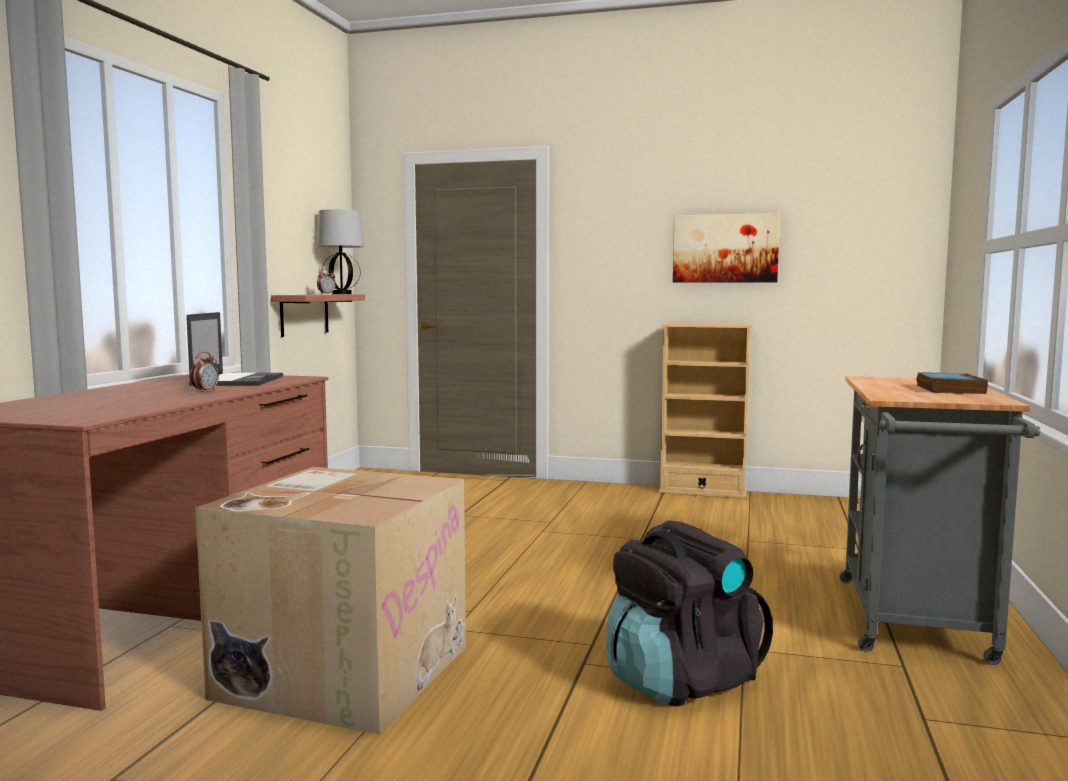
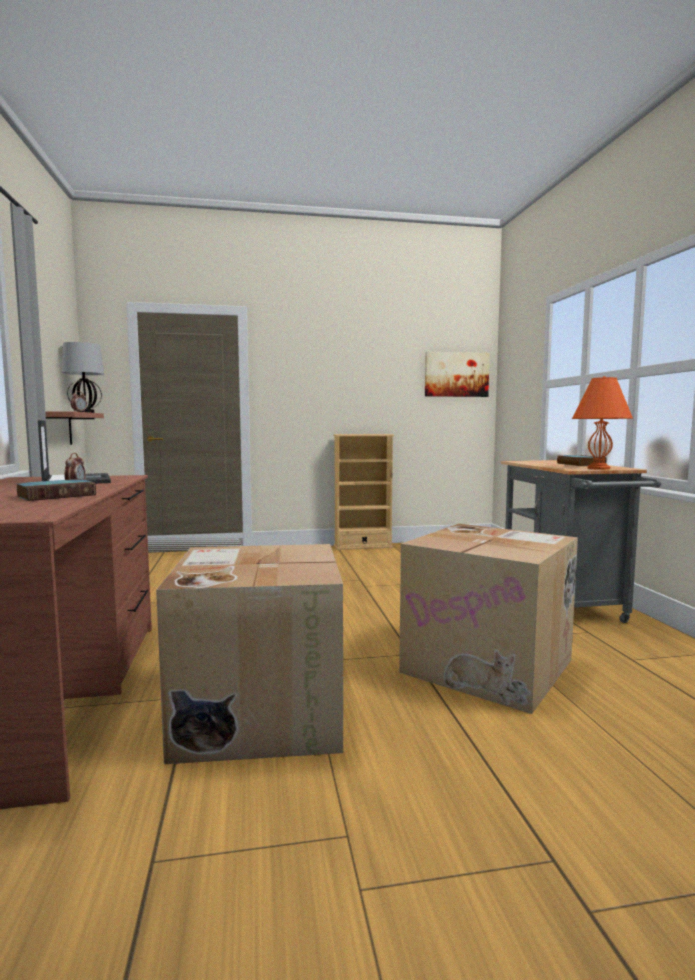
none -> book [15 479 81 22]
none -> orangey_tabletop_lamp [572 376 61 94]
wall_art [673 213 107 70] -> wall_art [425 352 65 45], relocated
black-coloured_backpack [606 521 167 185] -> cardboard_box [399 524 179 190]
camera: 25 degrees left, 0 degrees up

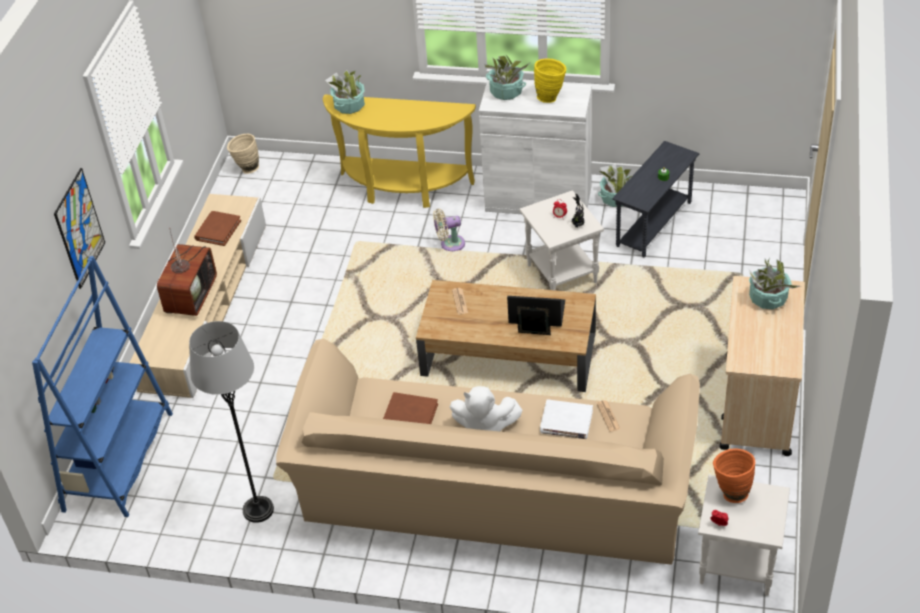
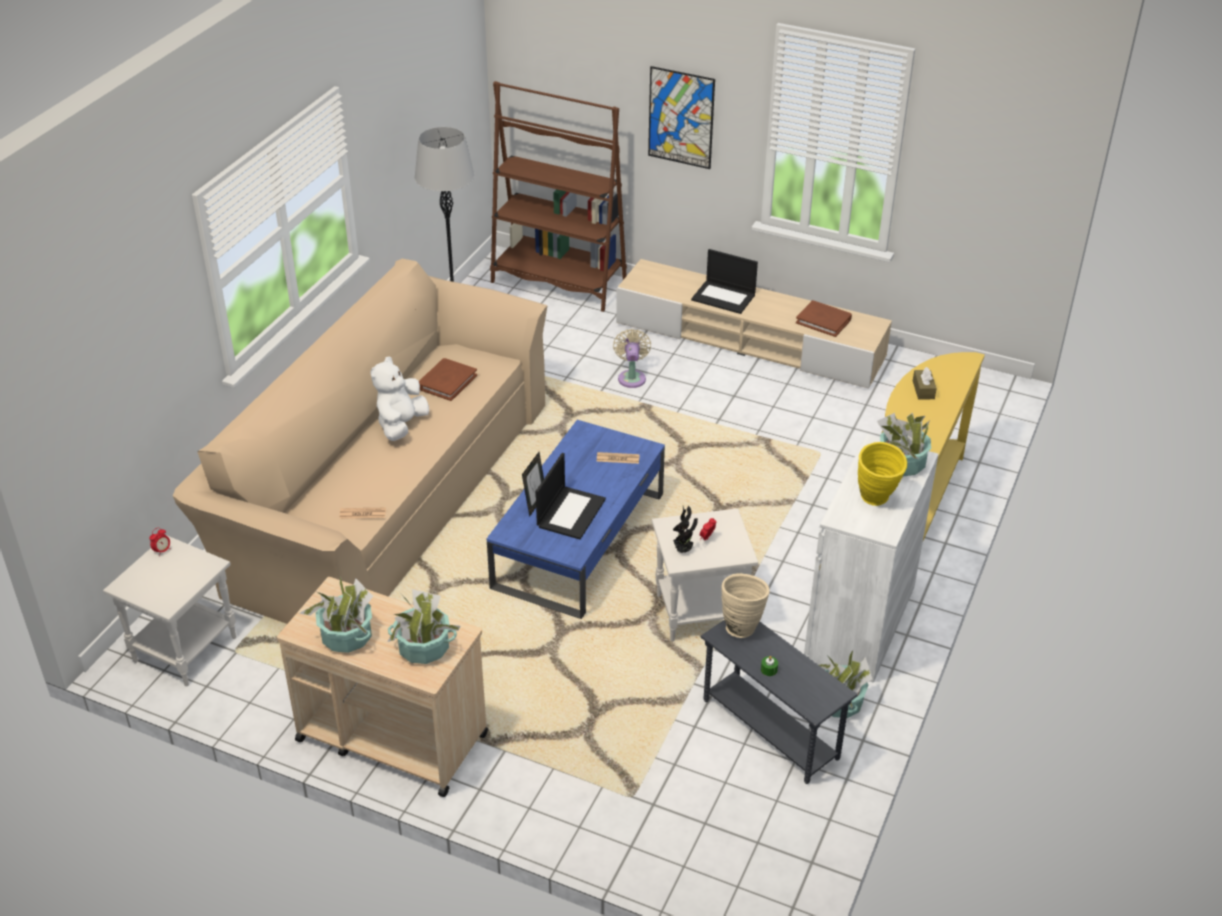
white_book [540 399 53 40] -> none
orangey_vase [713 448 42 55] -> none
none -> brown-coloured_tissue_box [913 367 24 33]
sand-coloured_vase [227 134 32 40] -> sand-coloured_vase [721 574 49 64], relocated
plant_in_a_pot [325 70 40 44] -> plant_in_a_pot [299 576 74 77], relocated
sand-coloured_cooling_fan [433 209 32 42] -> sand-coloured_cooling_fan [613 329 38 59], relocated
TV [157 228 60 88] -> laptop [691 249 67 65]
bluish_shelving_unit [32 256 141 261] -> brown-coloured_shelving_unit [490 81 137 231]
brown-coloured_coffee_table [416 280 180 112] -> bluish_coffee_table [487 420 178 199]
camera: 100 degrees right, 5 degrees down

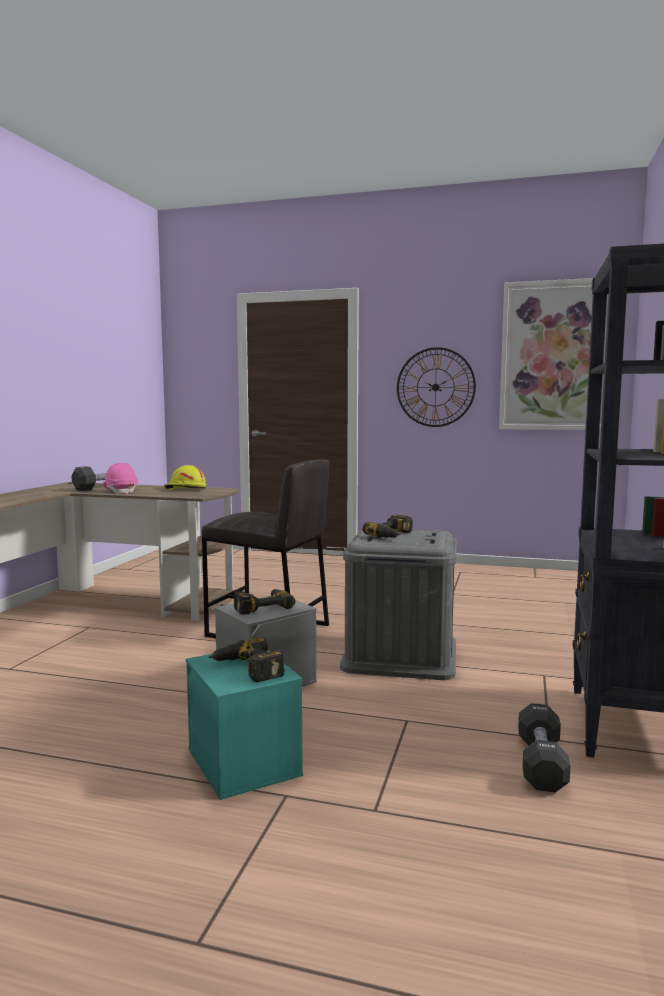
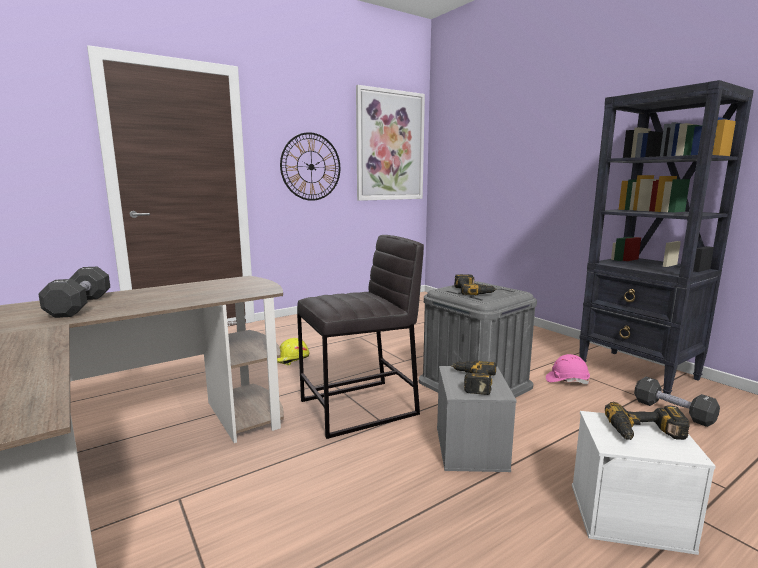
pinkish_hard_hat [103 463 35 31] -> pinkish_hard_hat [546 354 44 31], relocated
yellow_hard_hat [164 465 42 26] -> yellow_hard_hat [277 338 33 27], relocated
turquoise-coloured_storage_box [186 650 117 150] -> white_storage_box [572 411 144 144]
camera: 50 degrees left, 5 degrees up

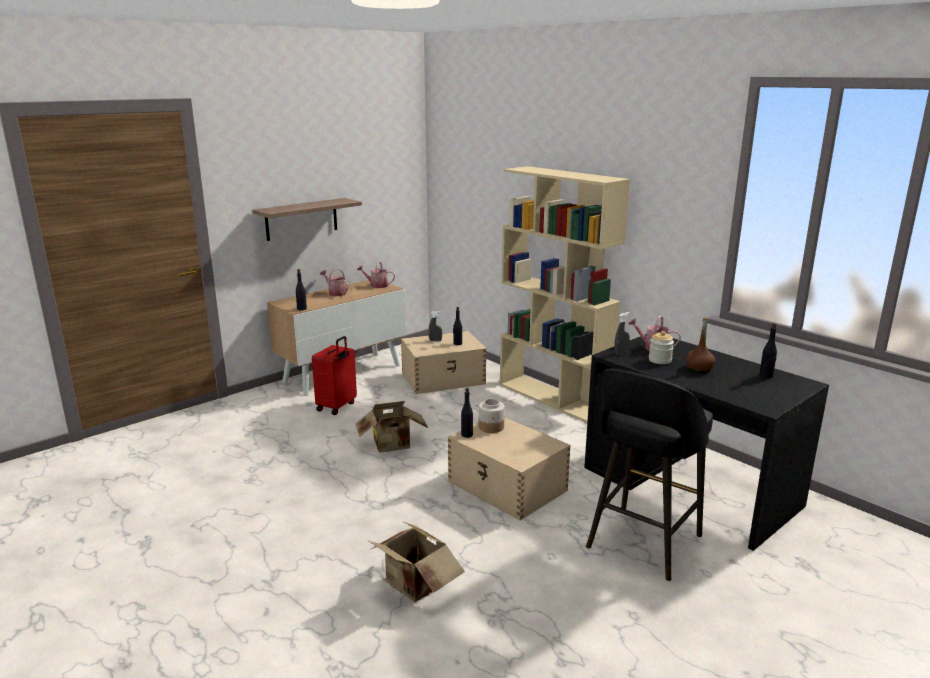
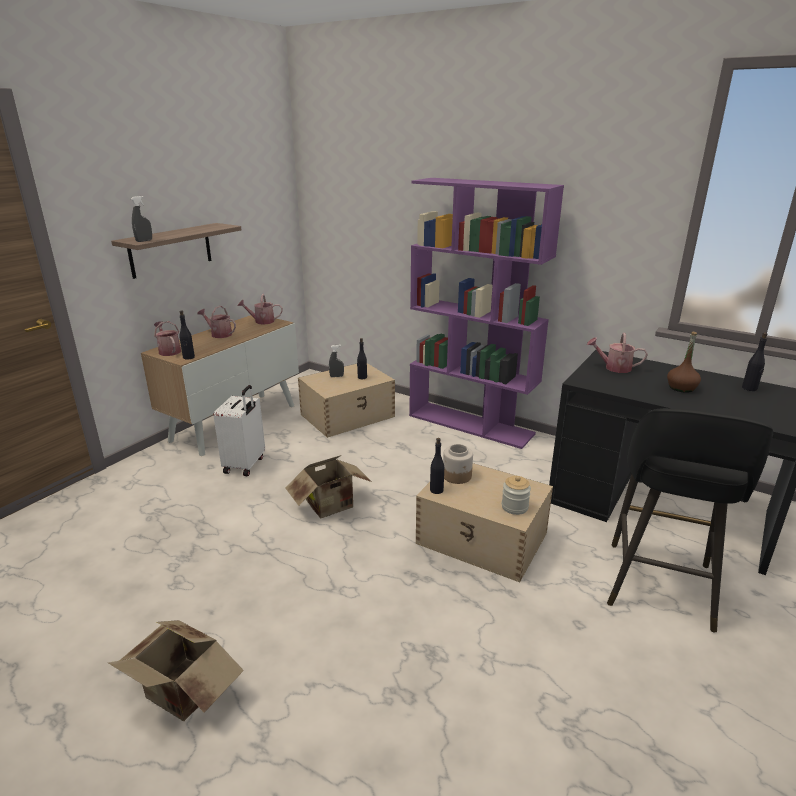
none -> sprinkling_can [154 321 27 35]
cardboard_box [369 521 96 82] -> cardboard_box [108 620 136 101], relocated
grey_spray_bottle [614 312 16 43] -> grey_spray_bottle [131 196 21 46], relocated
jar [649 331 25 33] -> jar [502 476 29 39], relocated
red_suitcase [312 336 45 79] -> white_suitcase [213 385 52 91]
sand-coloured_shelving_unit [500 166 130 257] -> purple_shelving_unit [409 178 155 271]
camera: 15 degrees left, 5 degrees up

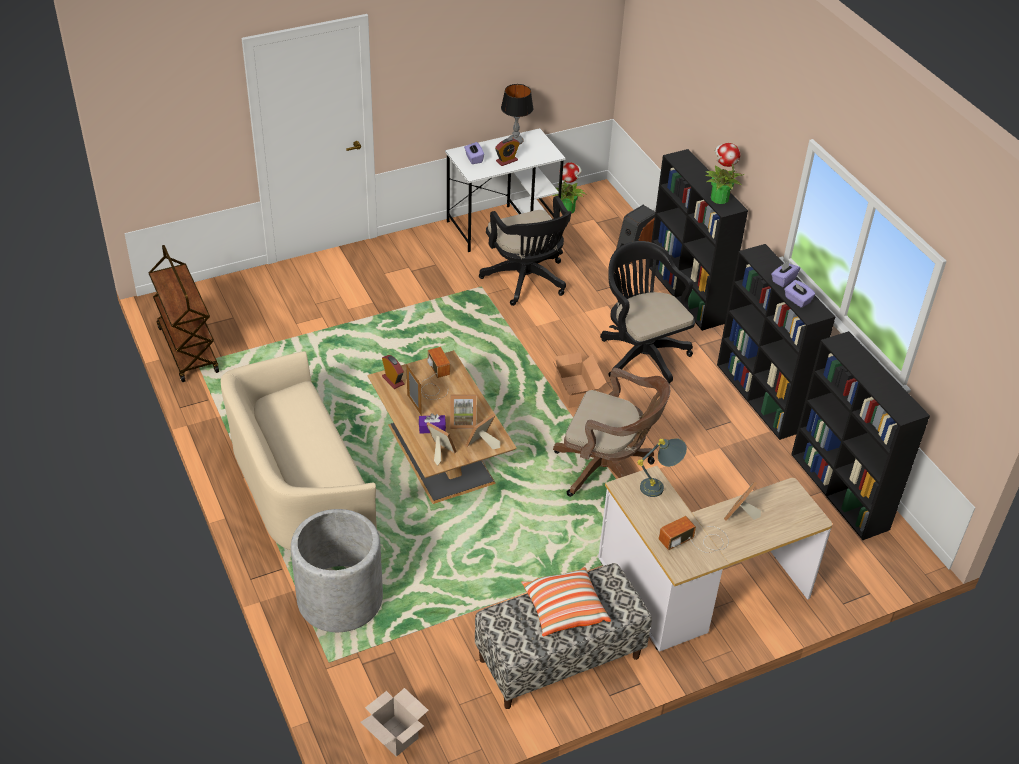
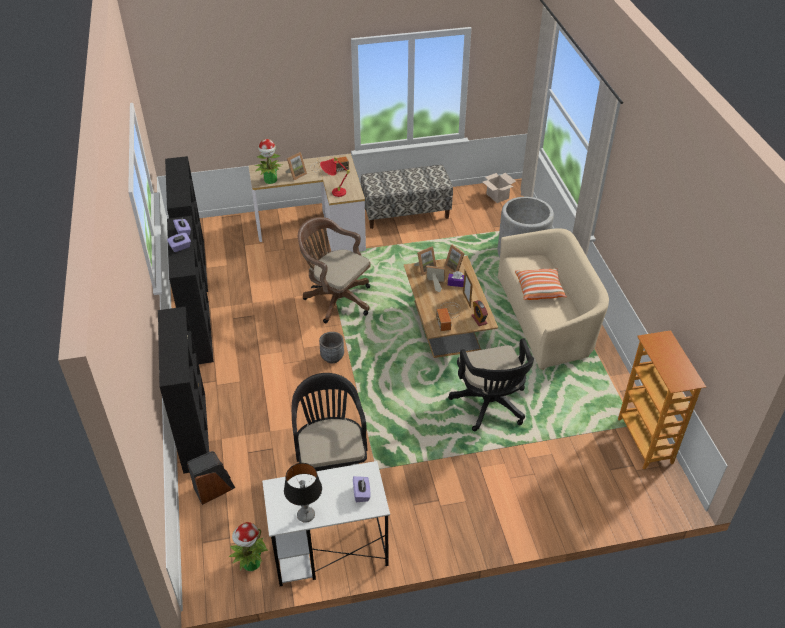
table_clock [495 138 25 28] -> none
cushion [521 567 90 70] -> cushion [515 269 52 31], relocated
black-coloured_computer_chair [600 241 95 143] -> black-coloured_computer_chair [448 338 86 93], relocated
plant_in_a_pot [705 143 39 61] -> plant_in_a_pot [255 139 27 45], relocated
brown-coloured_wheeled_cart [148 245 71 137] -> shelving_unit [618 330 88 139]
cardboard_box [552 352 54 56] -> grey_plant_pot [319 332 25 31]
grey_tabletop_lamp [637 438 50 59] -> red_tabletop_lamp [320 157 30 40]
camera: 165 degrees left, 0 degrees up

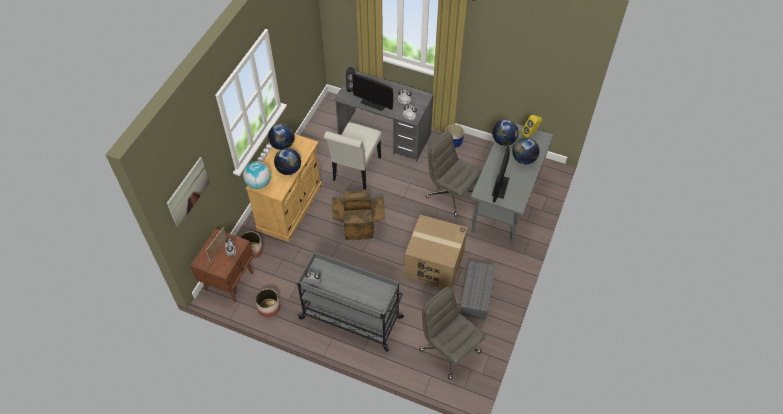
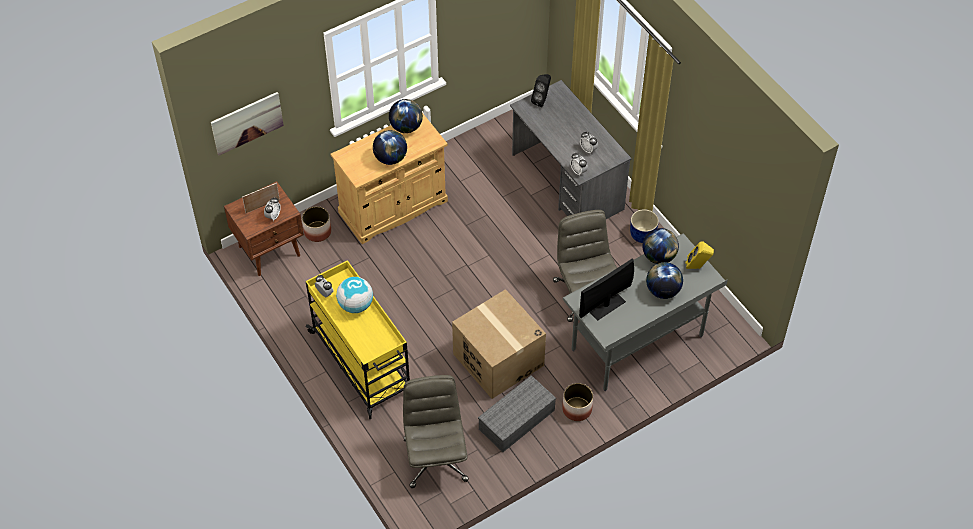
white_plain_chair [324 123 58 67] -> none
cardboard_box [332 190 53 50] -> none
computer_display [352 73 41 38] -> none
desk_globe [243 162 28 27] -> desk_globe [336 277 37 36], relocated
plant_pot [255 289 25 28] -> plant_pot [562 383 31 38], relocated
grey_wheeled_cart [297 252 107 100] -> yellow_wheeled_cart [305 260 105 159]
camera: 35 degrees right, 0 degrees up

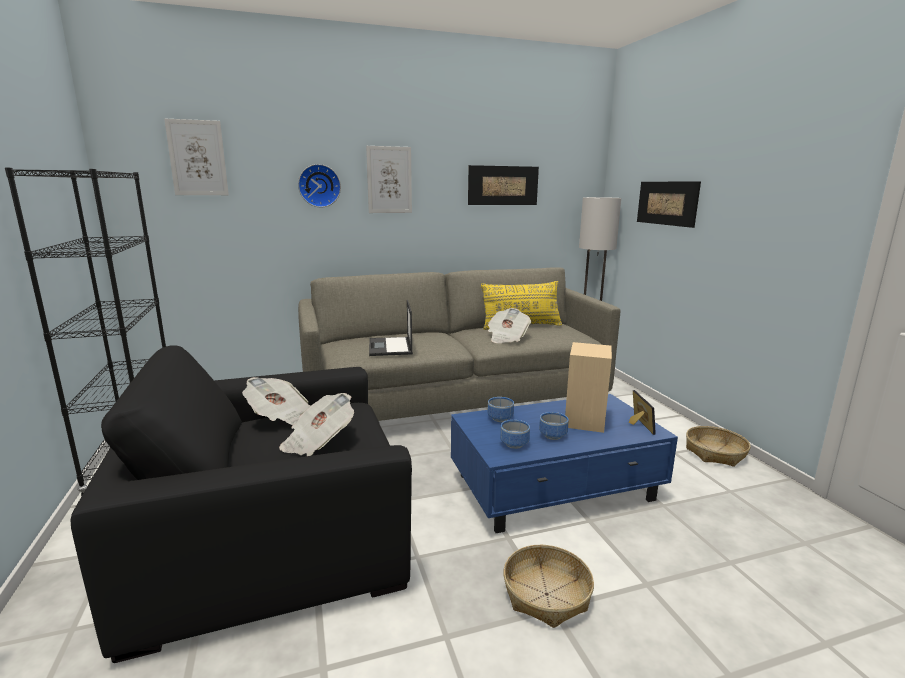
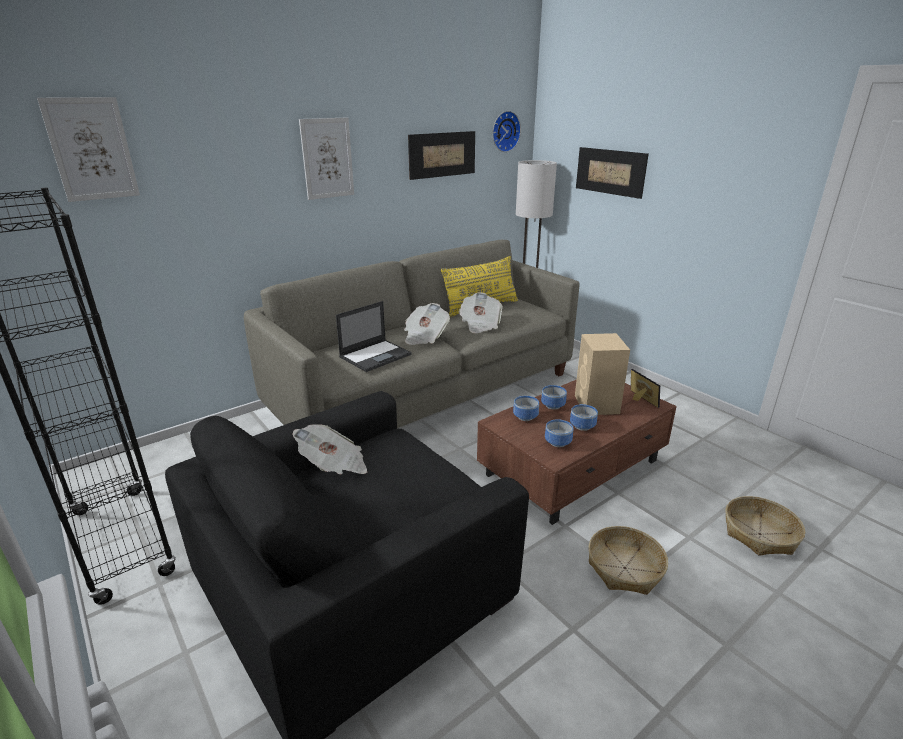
none -> bowl [541 385 26 25]
newspaper [279 393 75 63] -> newspaper [404 303 46 42], relocated
wall_clock [298 164 43 43] -> wall_clock [493 111 28 41], relocated
storage_basket [686 426 65 41] -> storage_basket [726 496 79 59], relocated
bluish_coffee_table [451 394 227 139] -> brown-coloured_coffee_table [477 379 200 146]
laptop [369 300 44 56] -> laptop [336 301 76 71], 105 degrees counterclockwise
camera: 20 degrees left, 10 degrees up

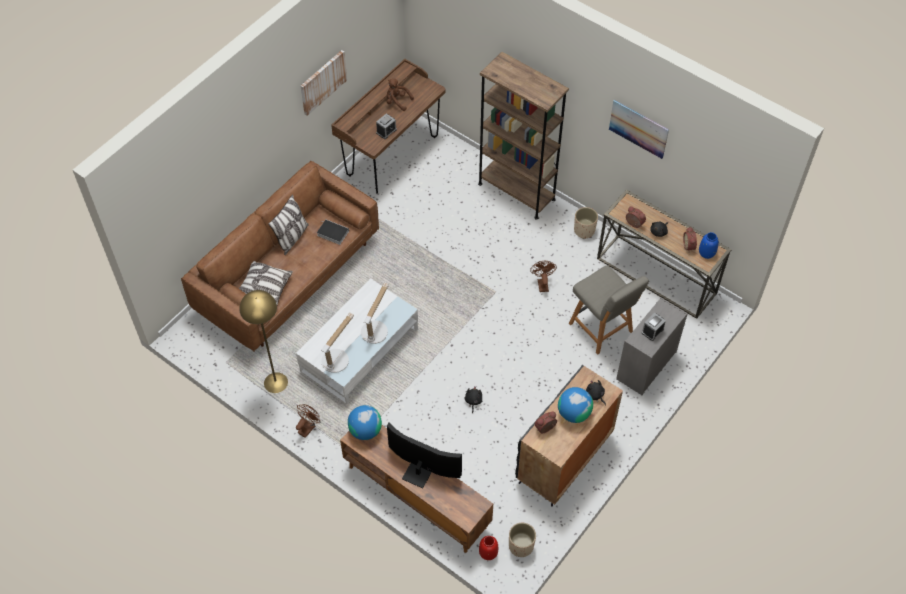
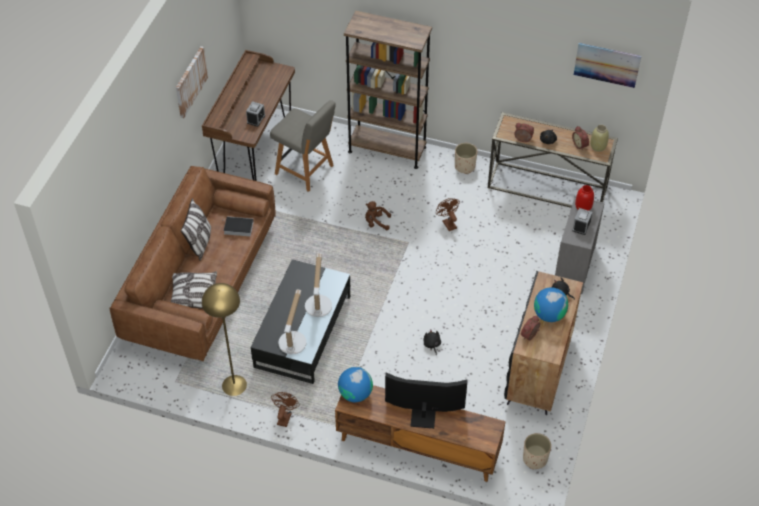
brown-coloured_cuddly_toy [386 79 28 32] -> brown-coloured_cuddly_toy [365 201 26 29], relocated
red_vase [479 536 19 24] -> red_vase [575 185 19 26], relocated
grey_plain_chair [569 266 80 89] -> grey_plain_chair [270 100 66 92], relocated
wall_art [609 100 60 59] -> wall_art [574 43 67 45], relocated
white_coffee_table [296 278 122 126] -> black-coloured_coffee_table [250 259 100 125]
bluish_vase [699 232 20 27] -> sand-coloured_vase [590 125 19 27]
camera: 20 degrees left, 5 degrees down

